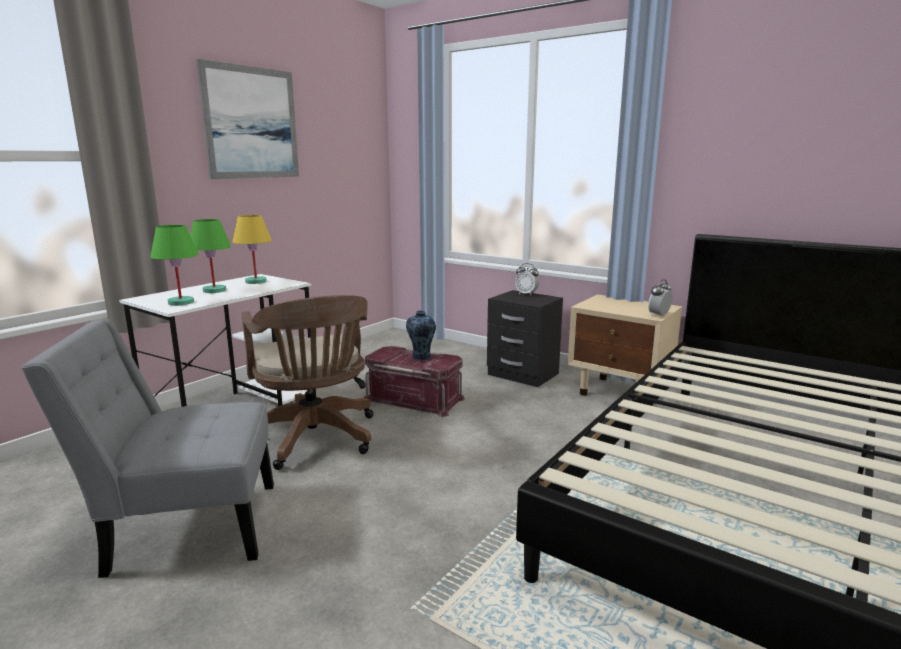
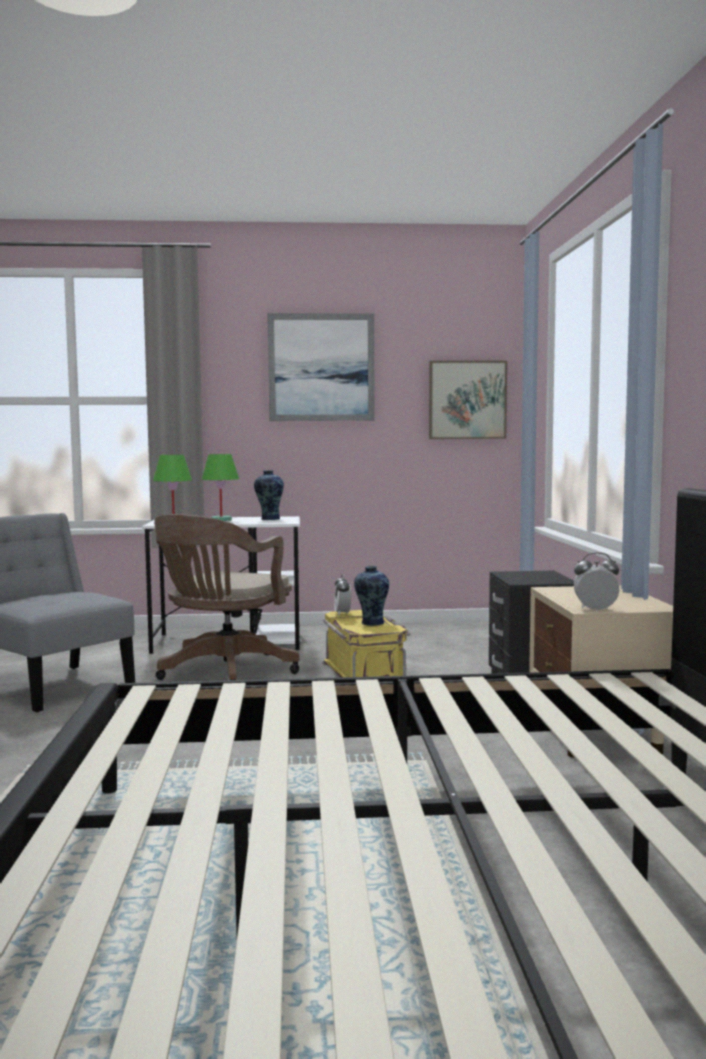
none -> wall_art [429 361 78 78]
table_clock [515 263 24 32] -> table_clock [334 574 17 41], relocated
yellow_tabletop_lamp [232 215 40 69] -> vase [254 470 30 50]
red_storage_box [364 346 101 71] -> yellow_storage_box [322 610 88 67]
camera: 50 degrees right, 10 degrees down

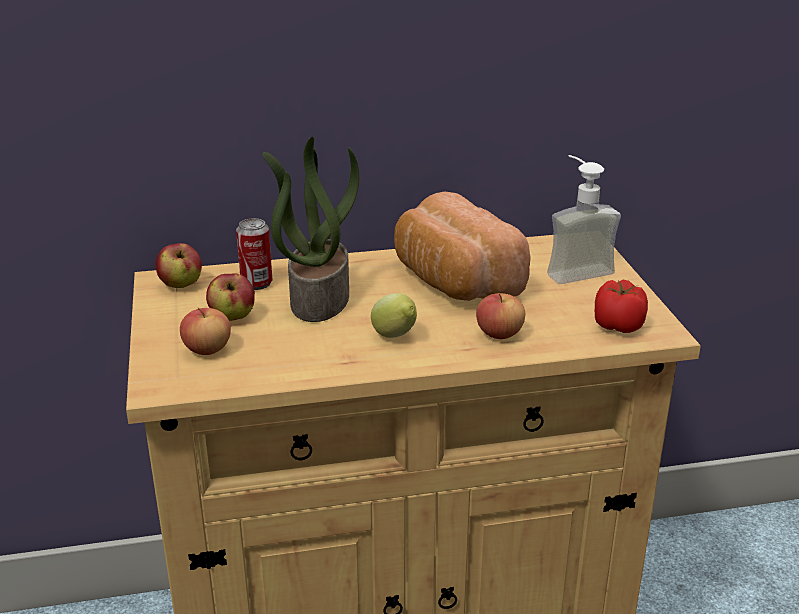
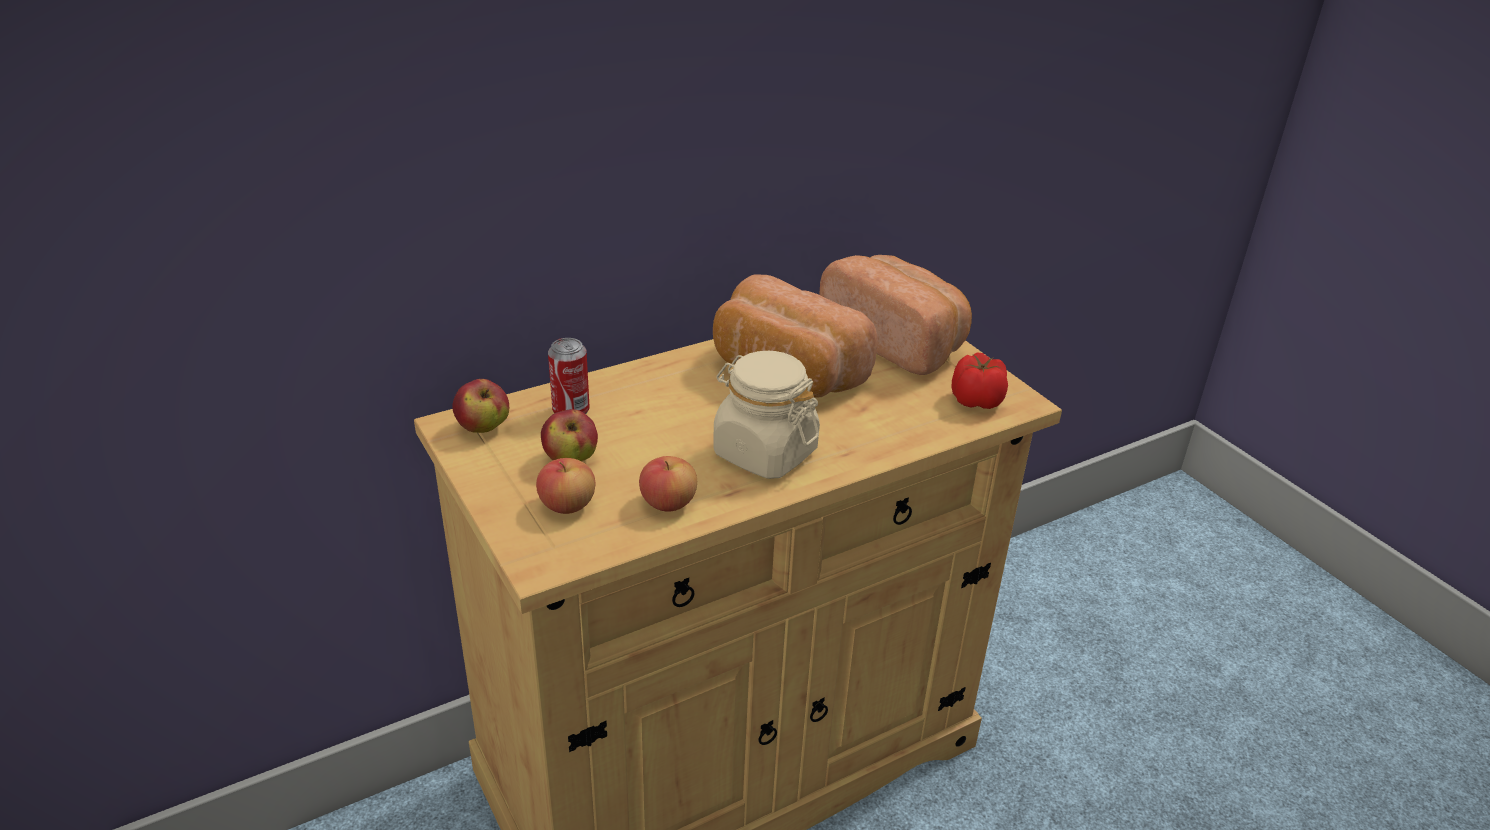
plant_in_a_pot [263 137 96 185] -> none
apple_fruit [476 293 49 46] -> apple_fruit [639 456 58 56], relocated
lemon [371 293 46 45] -> sand-coloured_jar [713 351 107 128]
soap_bottle [547 155 74 129] -> bread [819 255 153 120]
camera: 20 degrees left, 5 degrees up

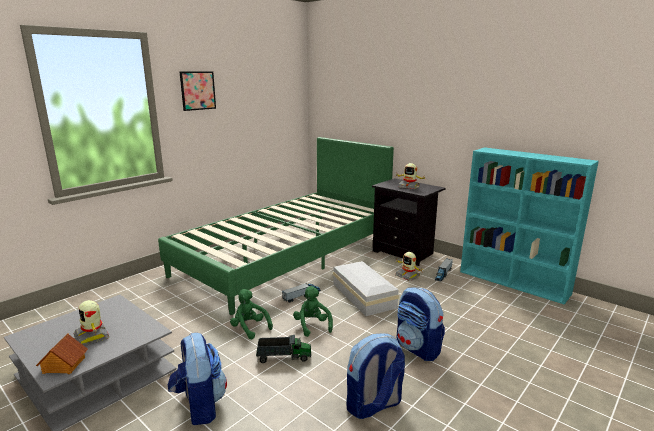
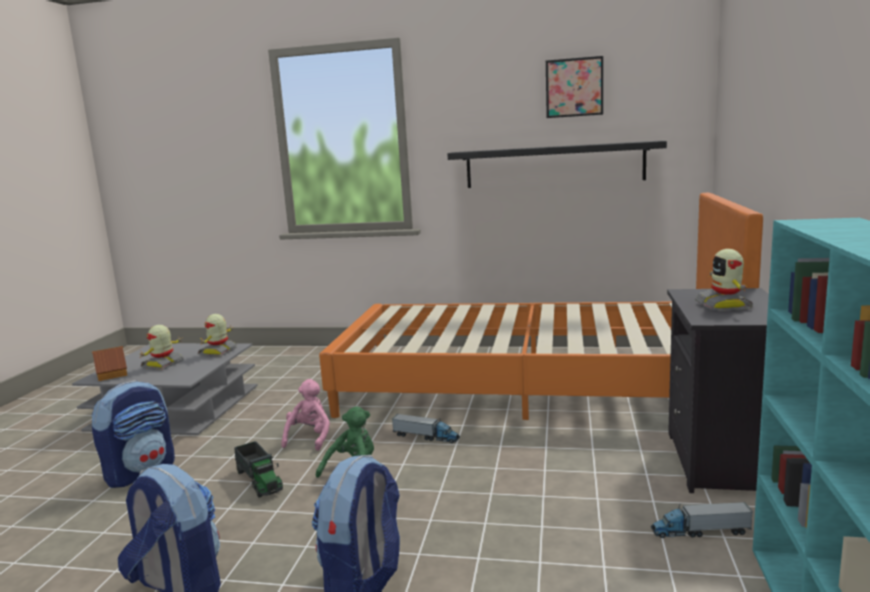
white_storage_box [333 261 66 55] -> none
none -> black-coloured_bracket_shelf [447 141 220 47]
wall_art [180 71 36 40] -> wall_art [546 56 57 62], relocated
toy_robot [395 252 29 29] -> toy_robot [198 314 39 43], relocated
greenish_sleeping_bed [158 137 236 178] -> orangey_sleeping_bed [319 193 444 227]
greenish_cuddly_toy [230 289 43 50] -> pinkish_cuddly_toy [281 379 49 72]
camera: 60 degrees right, 5 degrees down

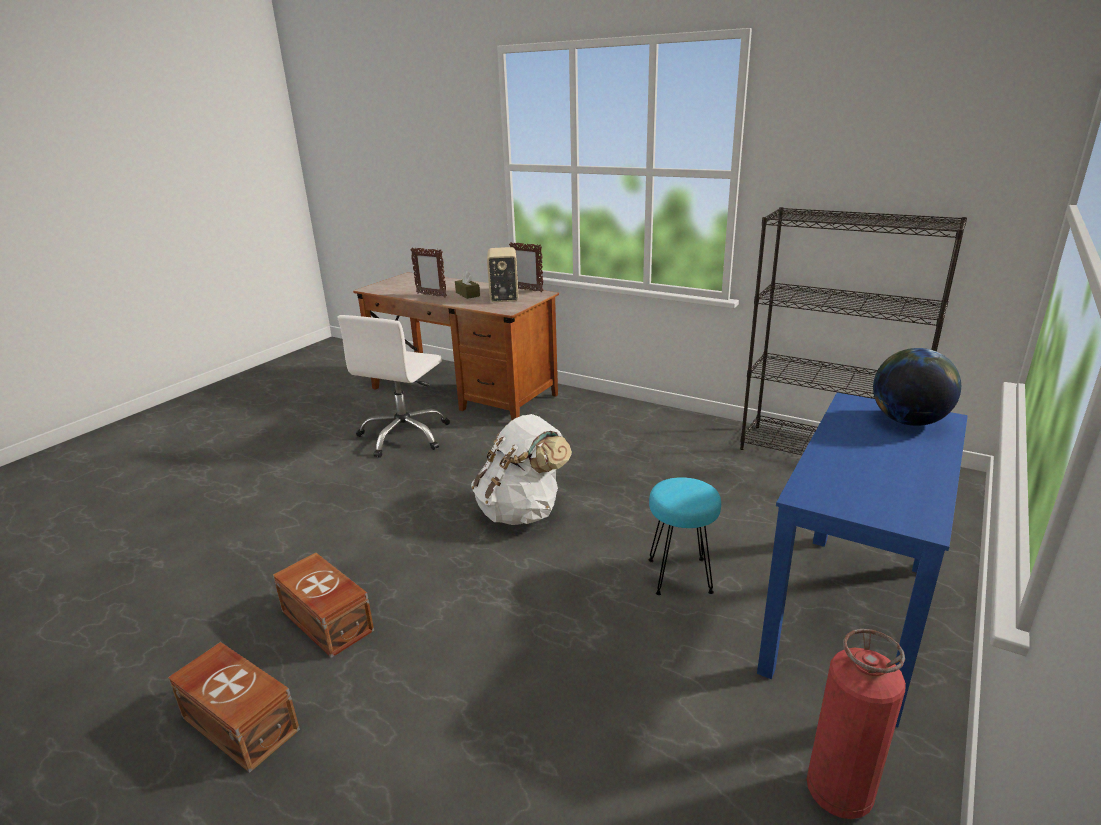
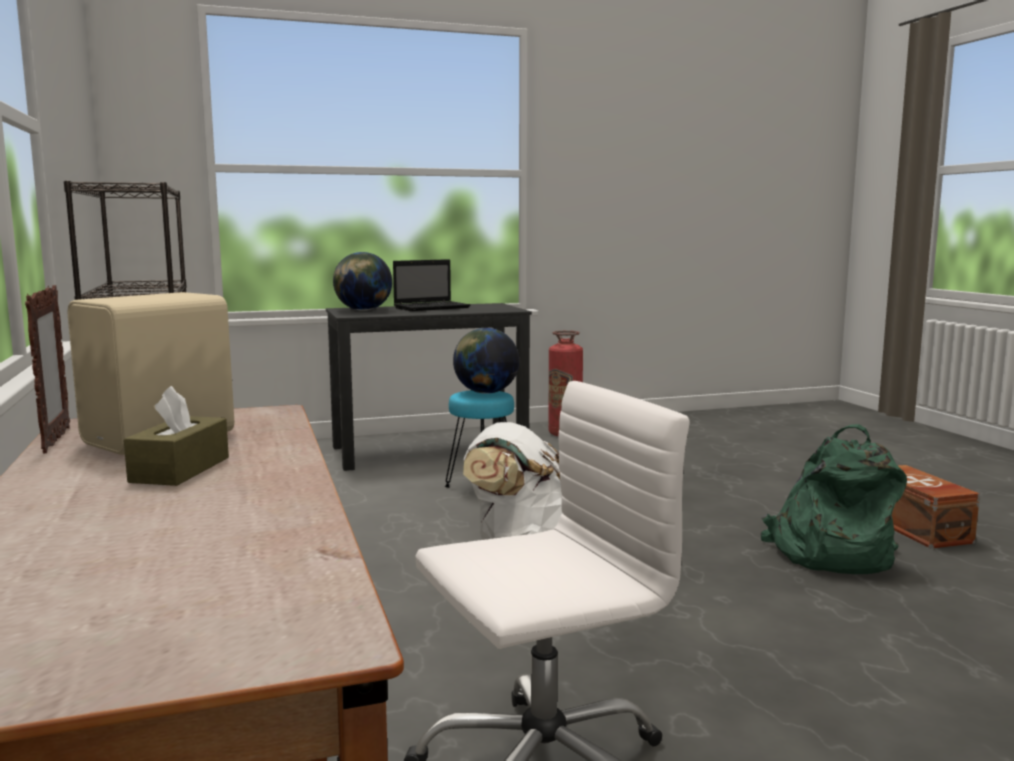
standing_frame [410 247 37 50] -> none
none -> laptop [393 259 77 52]
none -> desk_globe [453 328 66 66]
brown-coloured_storage_box [273 553 101 105] -> greenish_backpack [761 424 146 150]
bluish_desk_table [757 392 211 335] -> black-coloured_desk_table [326 303 206 168]
camera: 140 degrees left, 15 degrees down

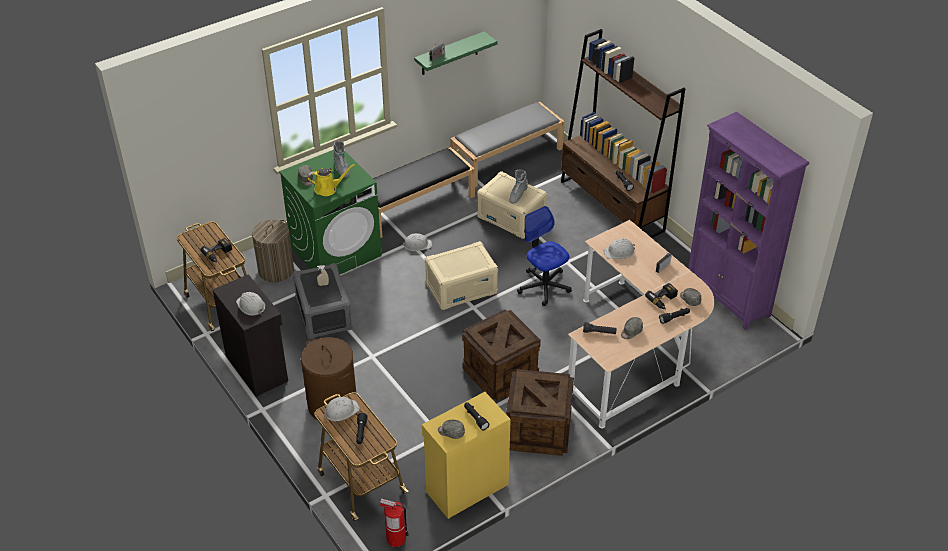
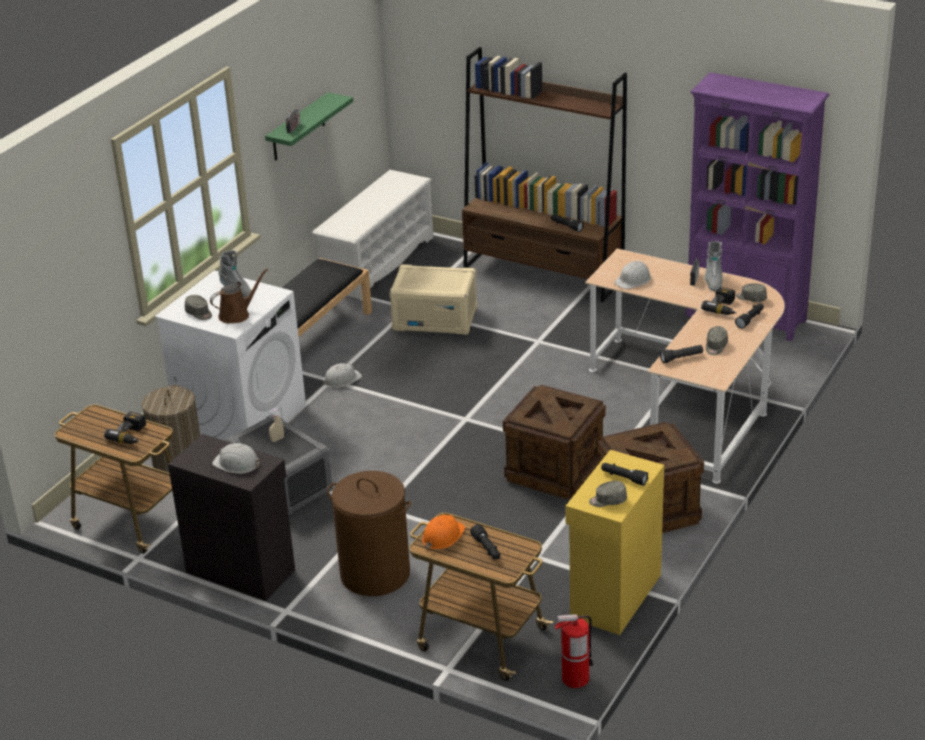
sand-coloured_storage_box [425 241 73 69] -> none
computer_chair [517 206 55 100] -> none
grey_tall_boot [509 170 19 34] -> grey_tall_boot [705 241 17 50], relocated
grey_bench [450 102 115 85] -> white_shoe_rack [312 170 122 131]
greenish_laundry_machine [279 150 103 124] -> white_laundry_machine [154 270 152 171]
yellow_sprinkling_can [308 164 47 32] -> brown-coloured_sprinkling_can [210 268 58 56]
white_hard_hat [324 397 36 24] -> orangey_hard_hat [422 515 44 35]
camera: 25 degrees left, 10 degrees down

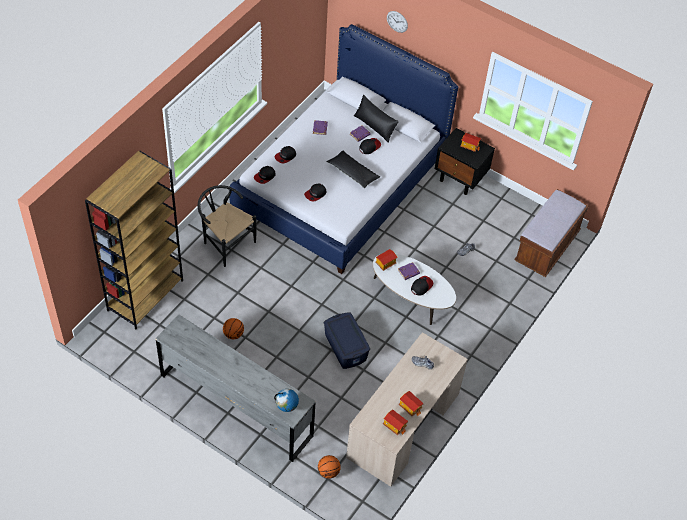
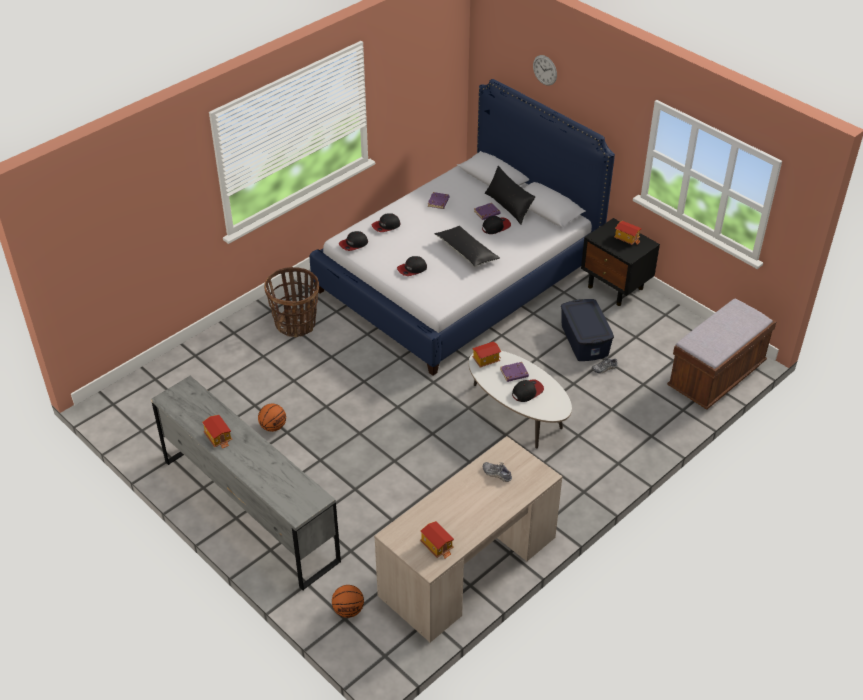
brown-coloured_shelving_unit [85 150 98 179] -> none
desk_globe [274 389 25 23] -> none
bluish_storage_box [324 312 46 57] -> bluish_storage_box [561 299 53 62], relocated
model_house [399 391 25 26] -> model_house [202 415 30 33], relocated
black-coloured_plain_chair [198 185 58 82] -> storage_basket [264 267 55 70]
camera: 15 degrees right, 10 degrees down

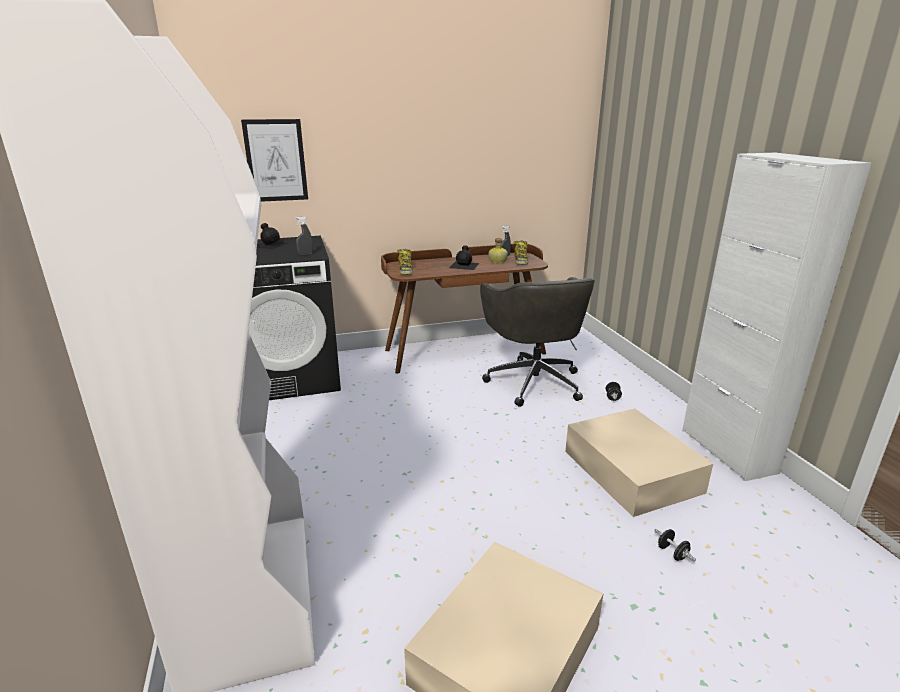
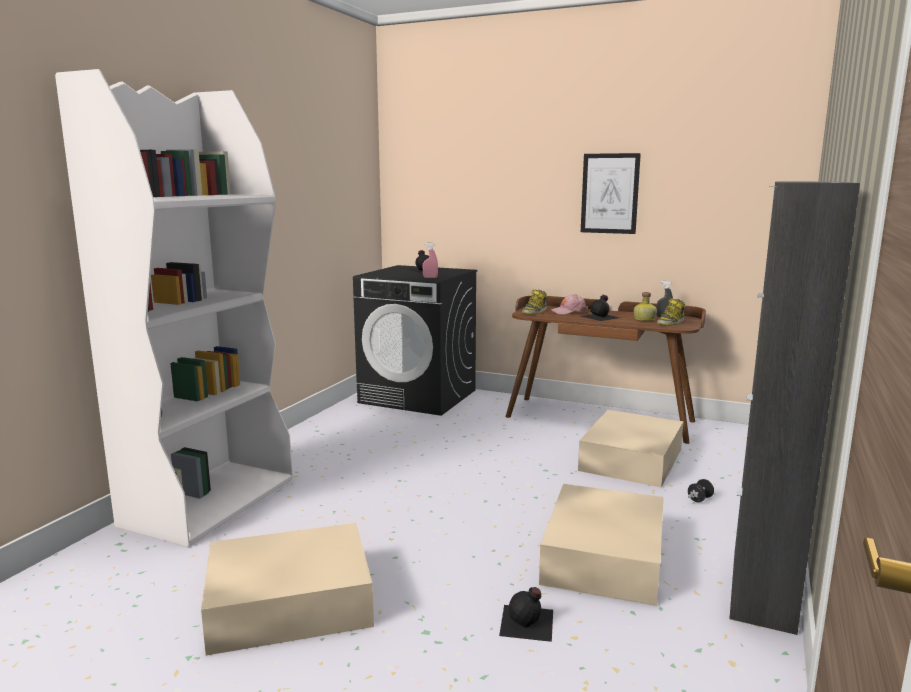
none -> pinkish_baseball_cap [551 294 37 20]
wall_art [241 119 67 83] -> wall_art [581 153 60 81], relocated
grey_computer_chair [480 277 115 130] -> sand-coloured_storage_box [578 410 106 77]
black-coloured_hand_weight [654 529 42 33] -> black-coloured_bottle [499 587 54 55]
grey_spray_bottle [295 216 18 39] -> pinkish_spray_bottle [422 243 16 35]
white_storage_cabinet [682 153 189 328] -> black-coloured_storage_cabinet [729 181 131 454]
camera: 40 degrees right, 10 degrees down

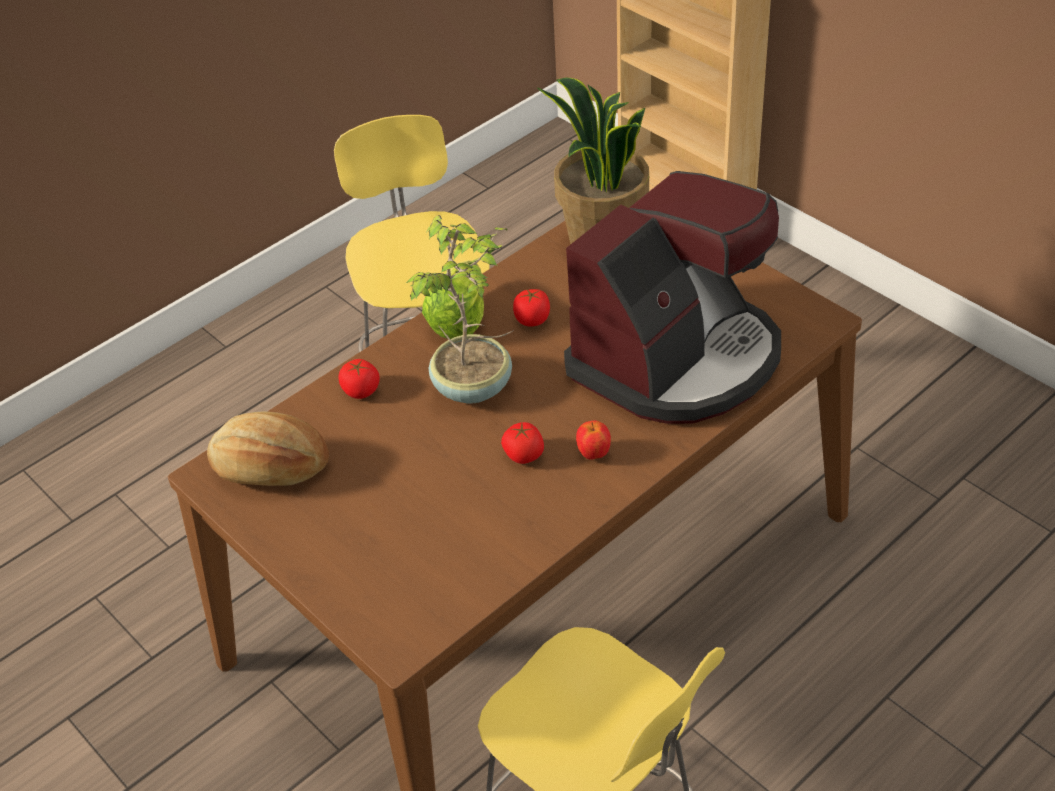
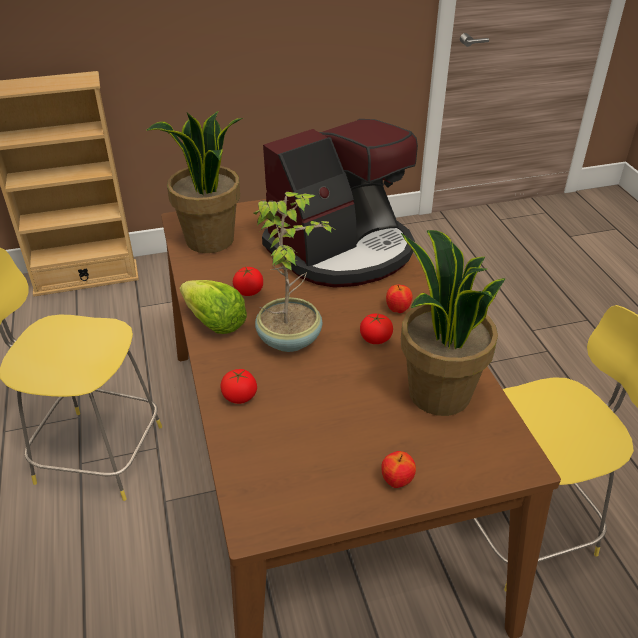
bread [207 411 122 75] -> none
none -> apple_fruit [381 451 35 37]
none -> plant_in_a_pot [401 230 105 186]
coffee_brewer [564 171 217 253] -> coffee_brewer [262 119 156 169], 75 degrees clockwise
camera: 65 degrees left, 5 degrees down

